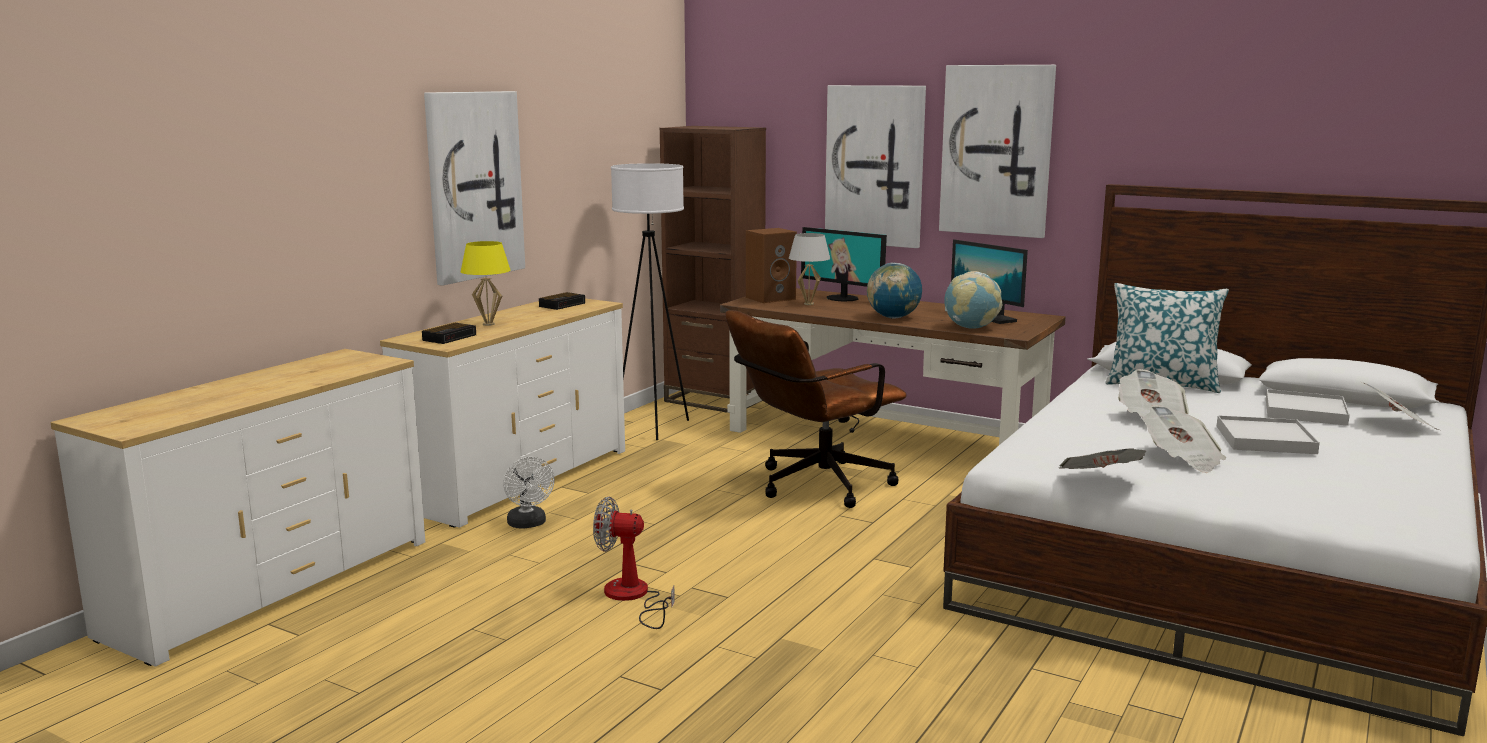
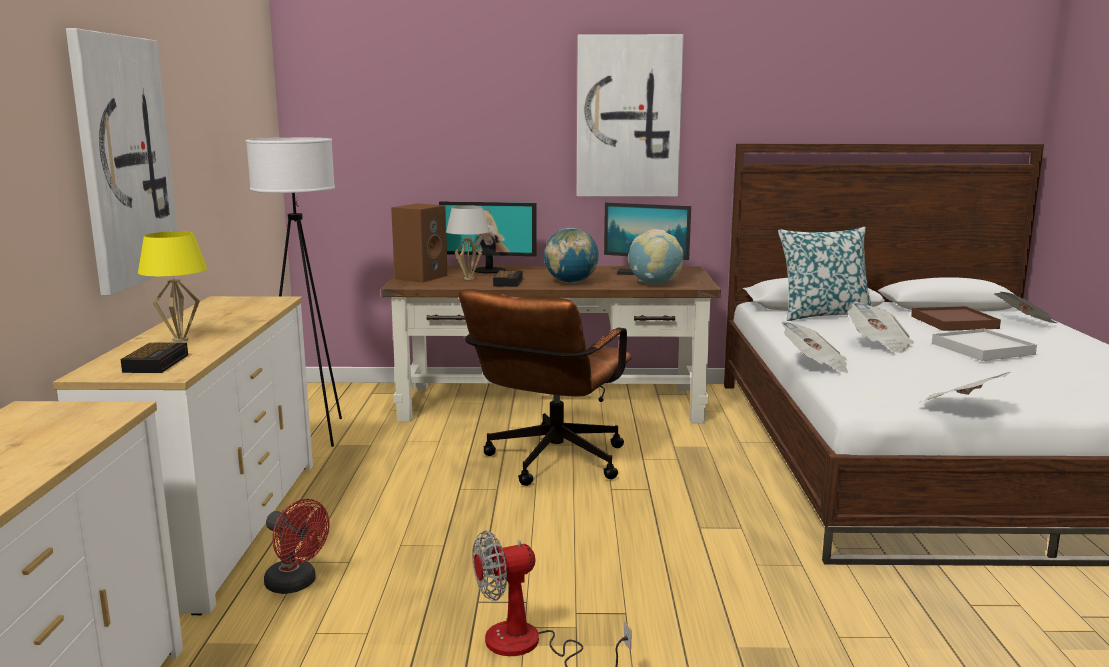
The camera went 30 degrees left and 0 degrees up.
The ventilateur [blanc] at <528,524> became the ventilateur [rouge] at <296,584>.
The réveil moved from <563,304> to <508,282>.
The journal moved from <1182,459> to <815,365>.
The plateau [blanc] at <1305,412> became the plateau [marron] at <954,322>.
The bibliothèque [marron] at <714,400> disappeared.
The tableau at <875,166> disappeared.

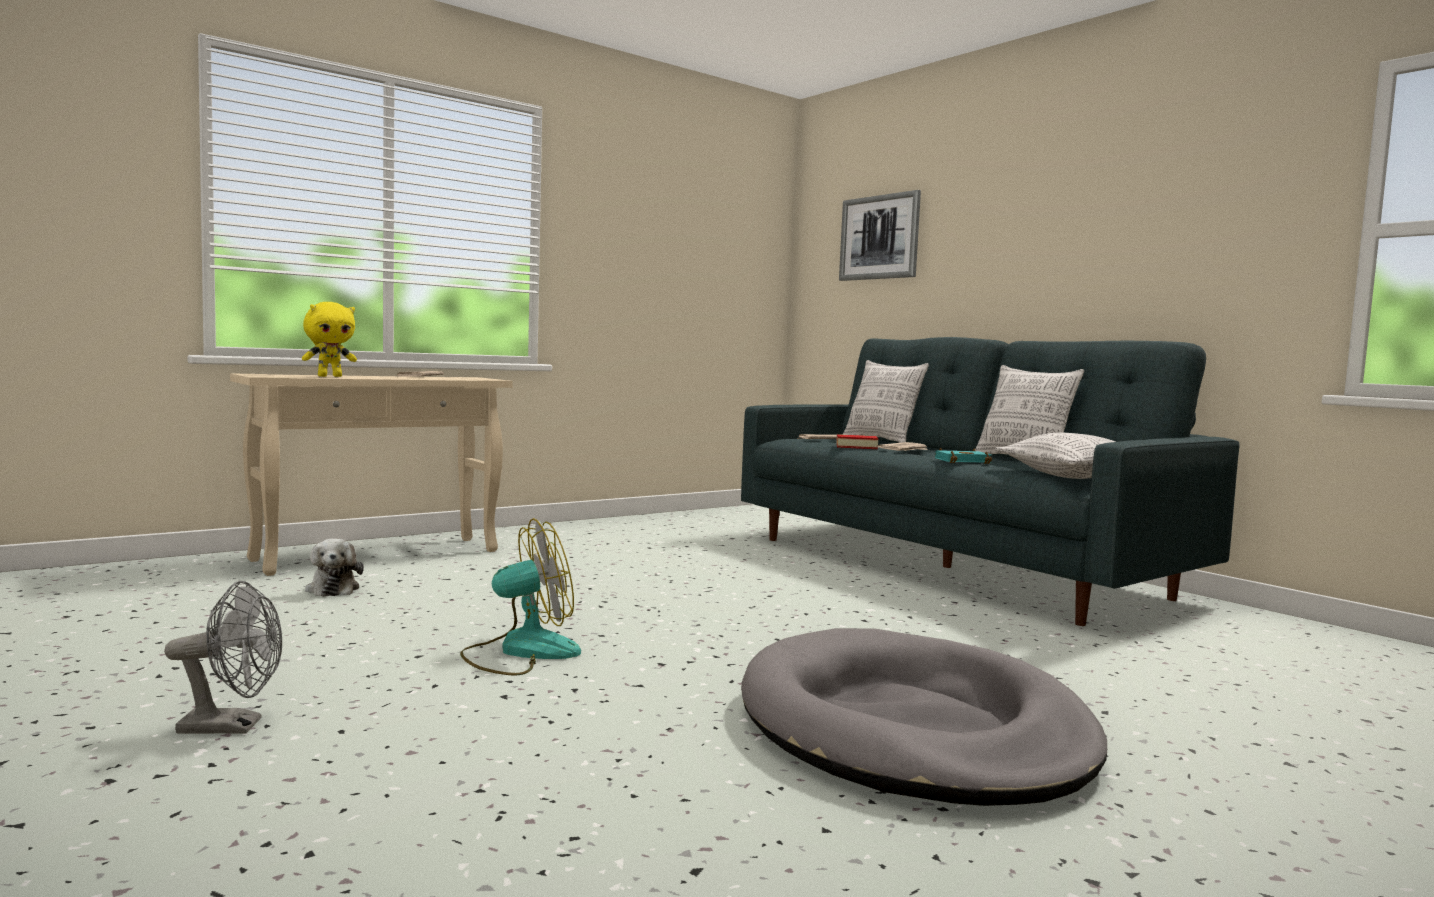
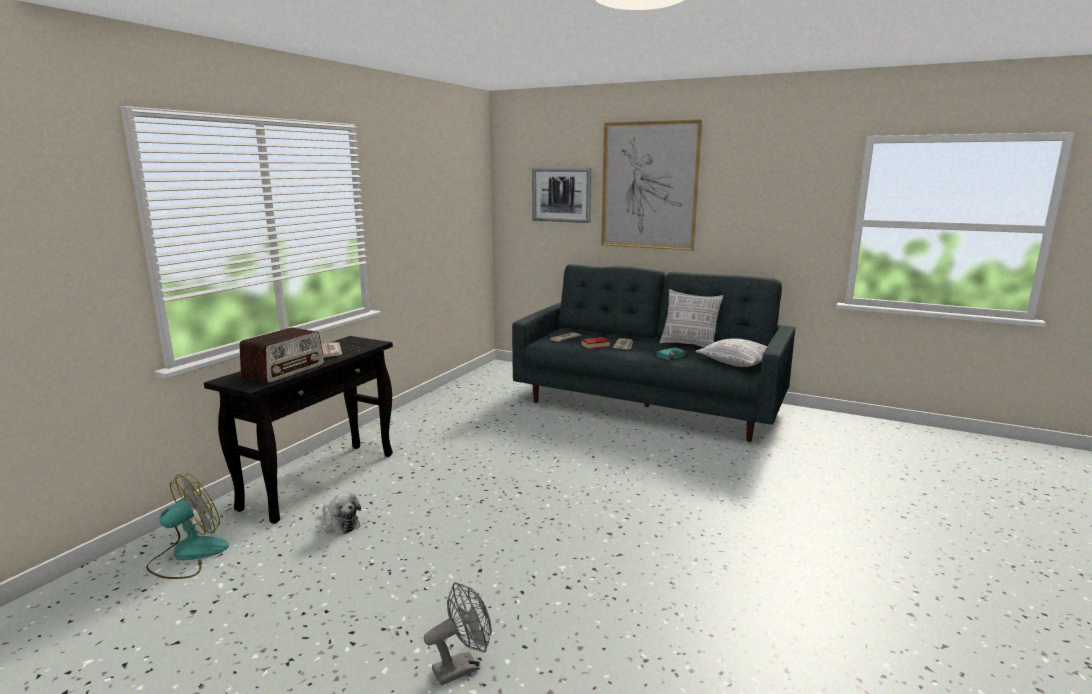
The camera went 25 degrees left and 10 degrees up.
The ventilateur moved from <520,652> to <188,555>.
The table console [beige] at <379,555> became the table console [noir] at <321,480>.
The peluche [jaune] at <330,376> was replaced by the radio at <284,371>.
The tableau at <649,186> appeared.
The panier pour chien [gris] at <912,728> disappeared.
The coussin at <881,441> disappeared.

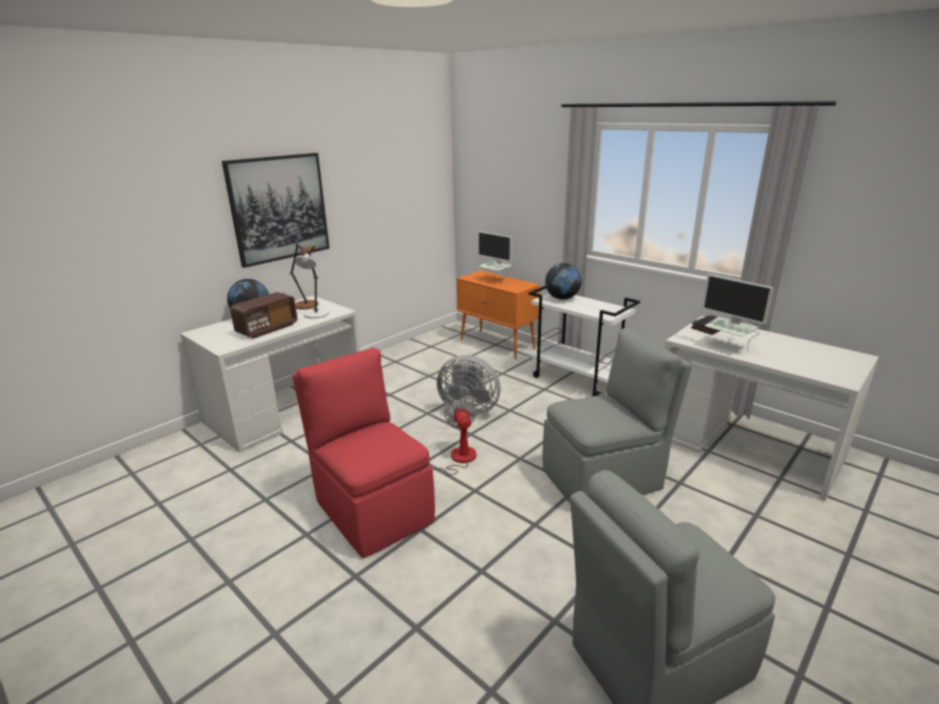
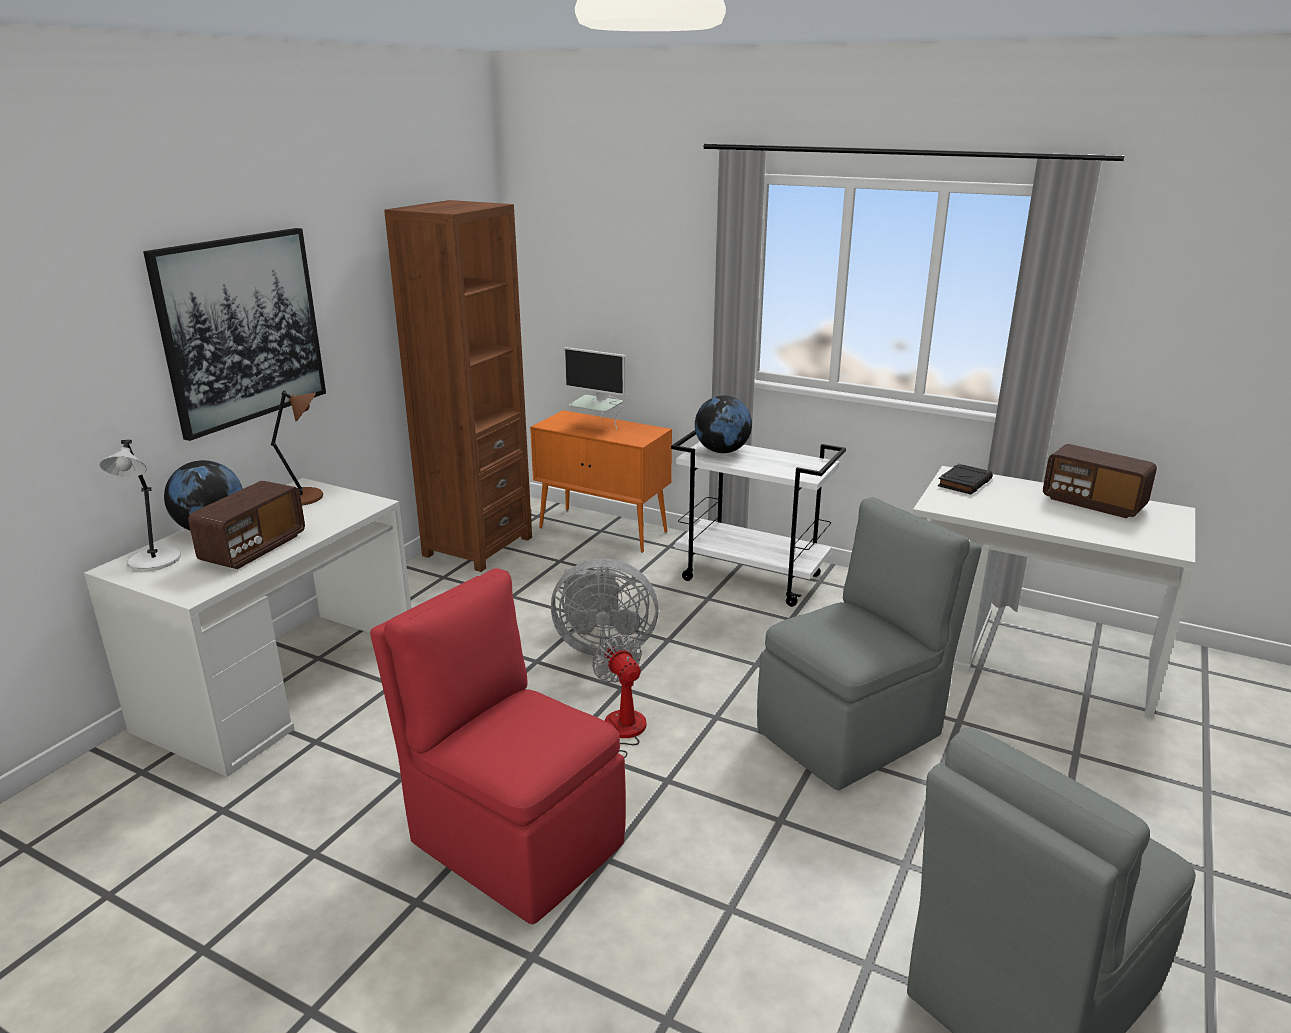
The camera went 15 degrees left and 0 degrees up.
The lampe de table [gris] moved from <316,314> to <154,561>.
The bibliothèque [marron] at <477,546> appeared.
The radio at <1093,503> appeared.
The écran d'ordinateur at <728,346> disappeared.

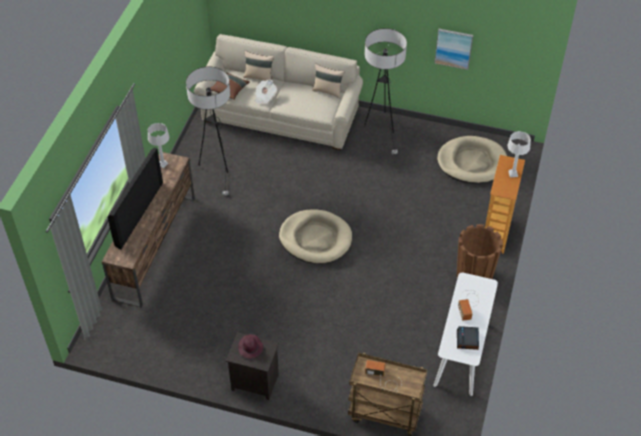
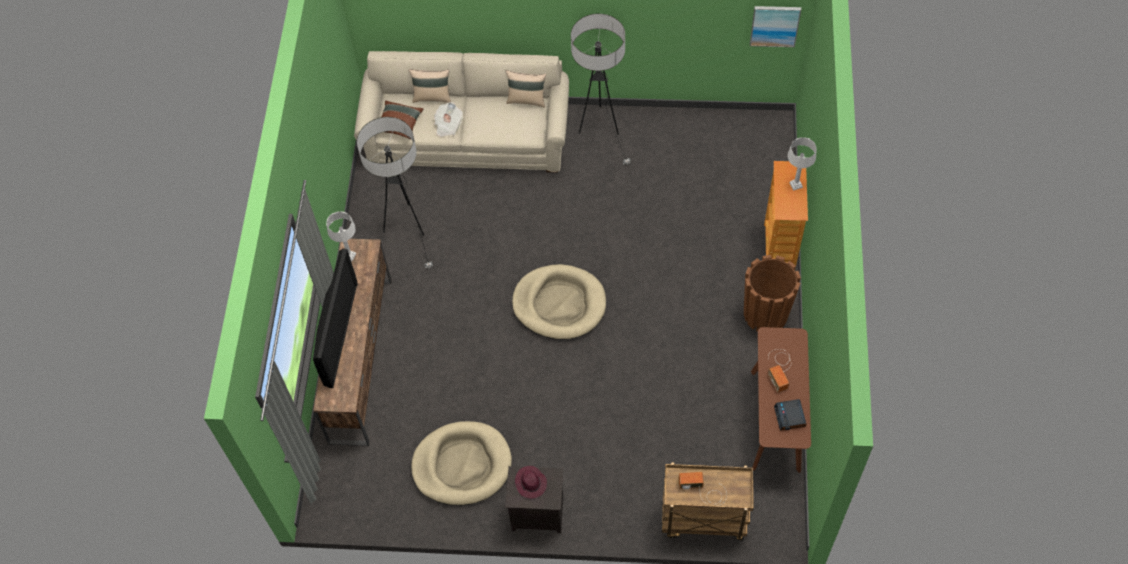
The camera went 10 degrees left and 10 degrees up.
The panier pour chien [beige] moved from <472,162> to <462,465>.
The tableau moved from <453,48> to <774,25>.
The table console [blanc] at <462,354> became the table console [marron] at <775,420>.

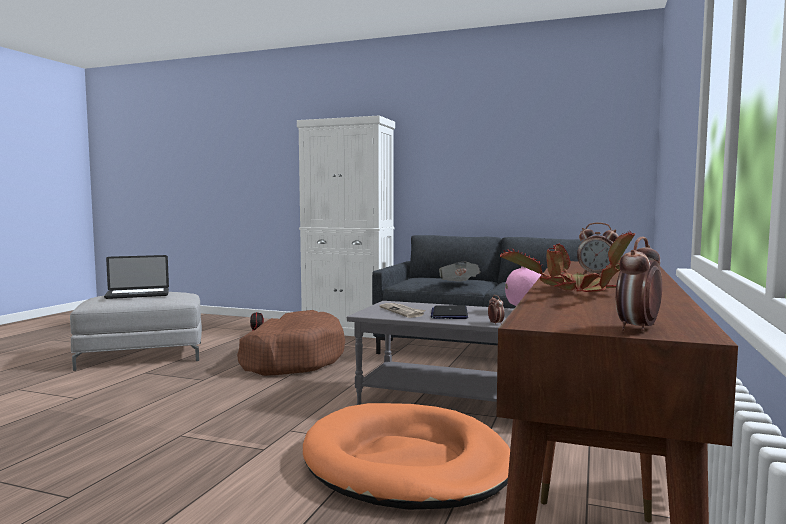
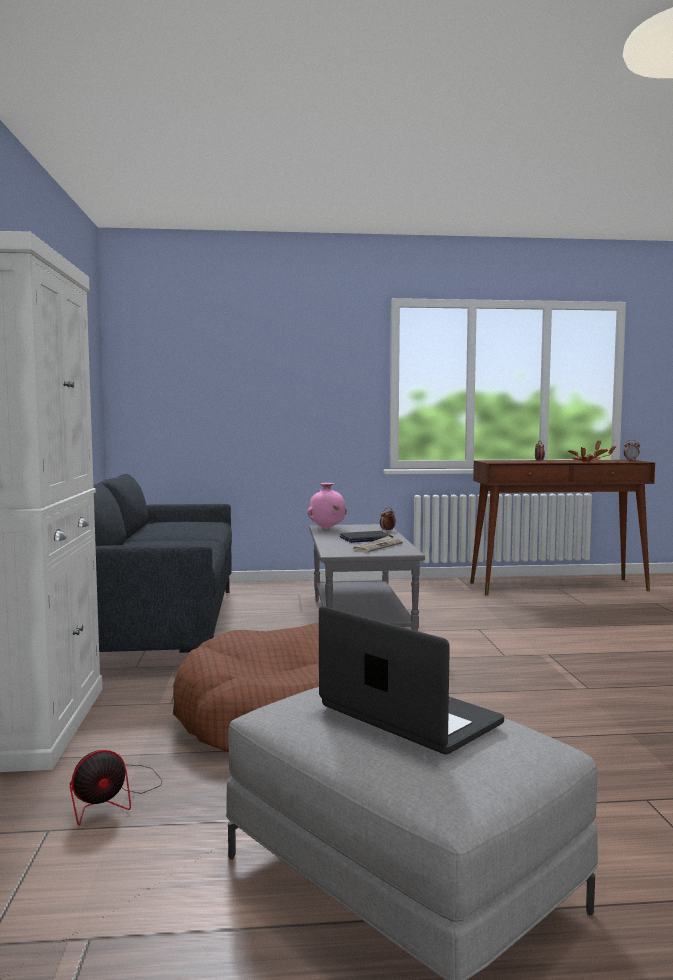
The camera went 115 degrees left and 0 degrees up.
The panier pour chien [orange] at <406,463> disappeared.
The journal at <459,284> disappeared.

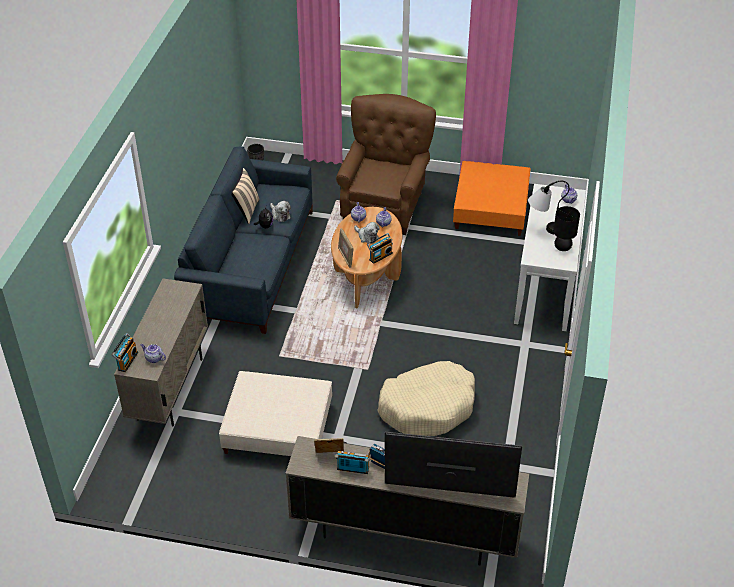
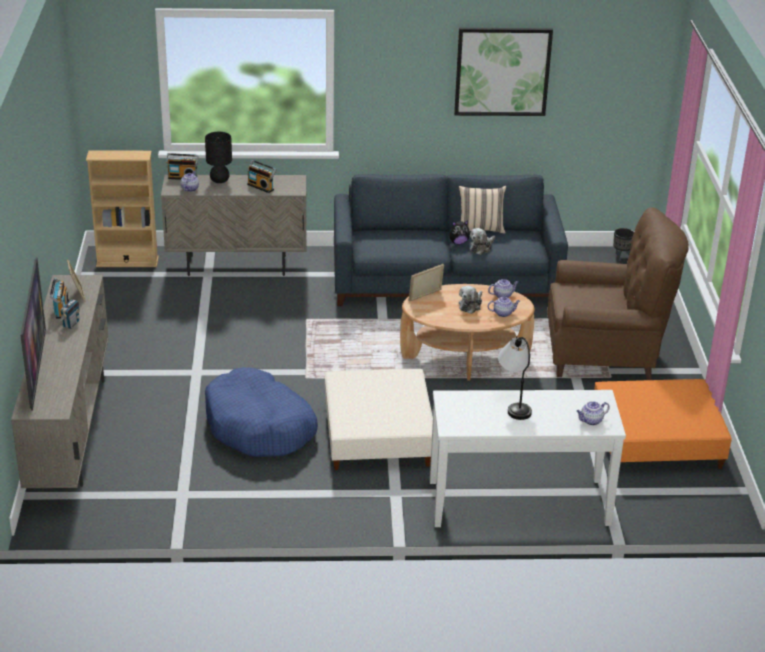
The camera went 75 degrees right and 10 degrees down.
The bibliothèque [beige] at <127,262> appeared.
The lampe de table [noir] moved from <562,247> to <220,180>.
The panier pour chien [beige] at <428,407> became the panier pour chien [bleu] at <259,427>.
The radio moved from <380,256> to <261,187>.
The pouf [beige] moved from <278,429> to <377,434>.
The tableau at <502,71> appeared.

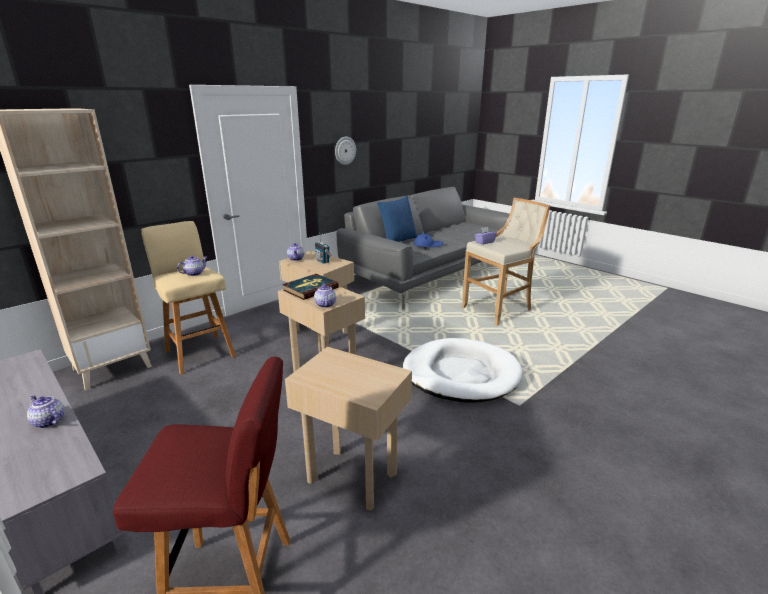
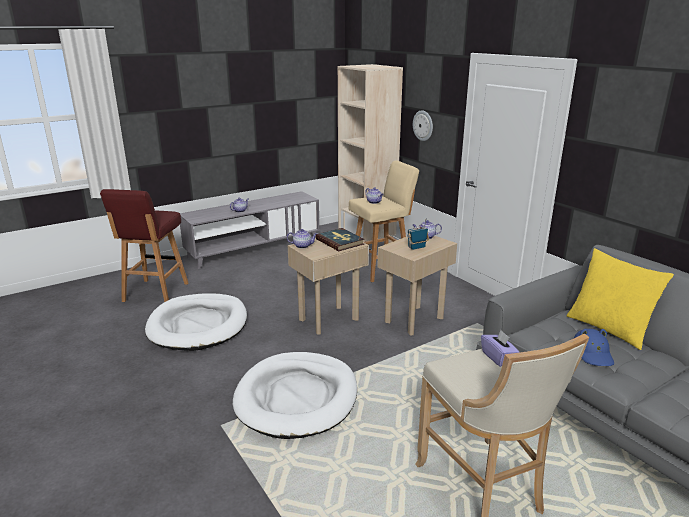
The camera went 100 degrees right and 0 degrees up.
The table d'appoint [beige] at <352,476> was replaced by the panier pour chien [blanc] at <198,325>.
The horloge murale moved from <345,150> to <423,125>.
The coussin [bleu] at <397,240> became the coussin [jaune] at <609,328>.

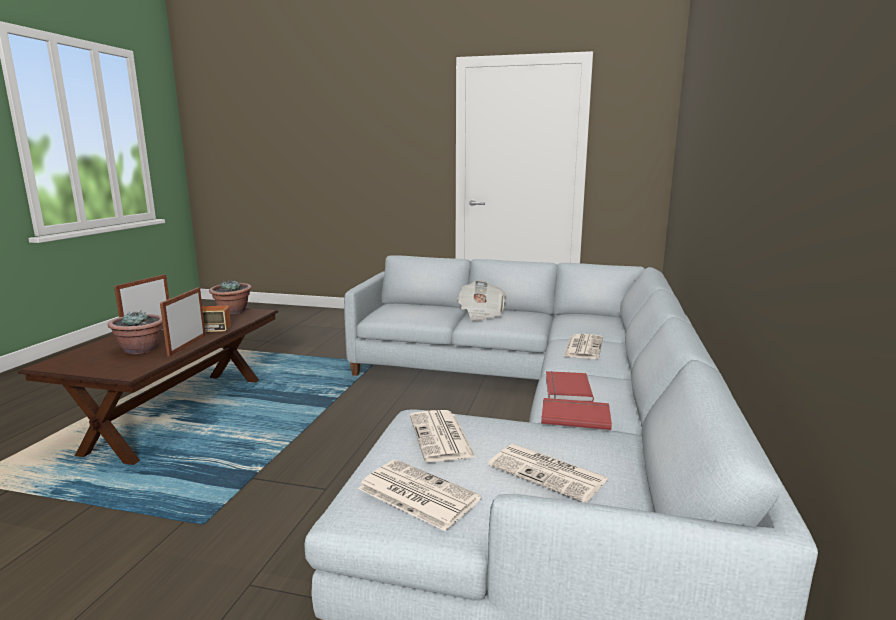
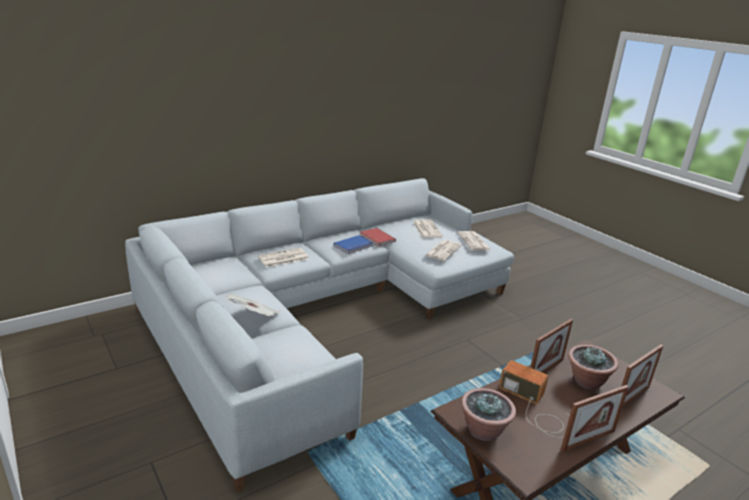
The camera went 140 degrees left and 10 degrees up.
The livre [rouge] at <566,389> became the livre [bleu] at <354,246>.
The cadre photo at <632,398> appeared.

